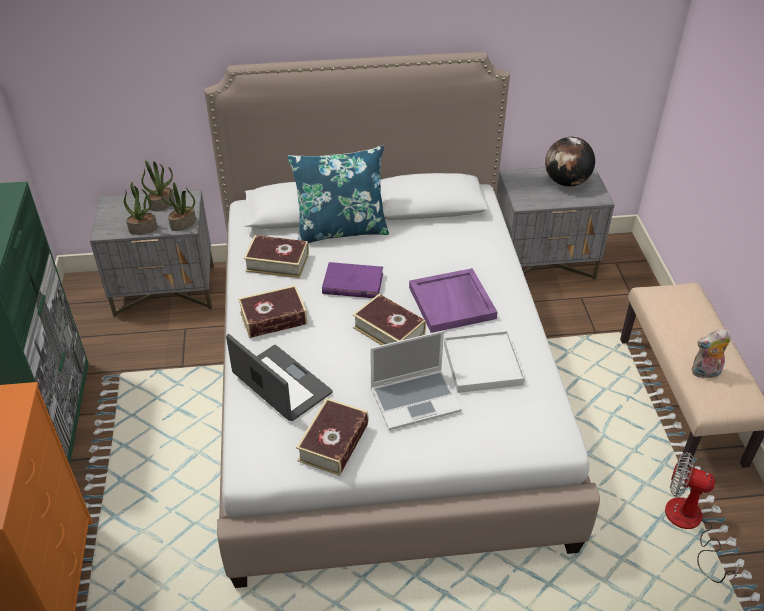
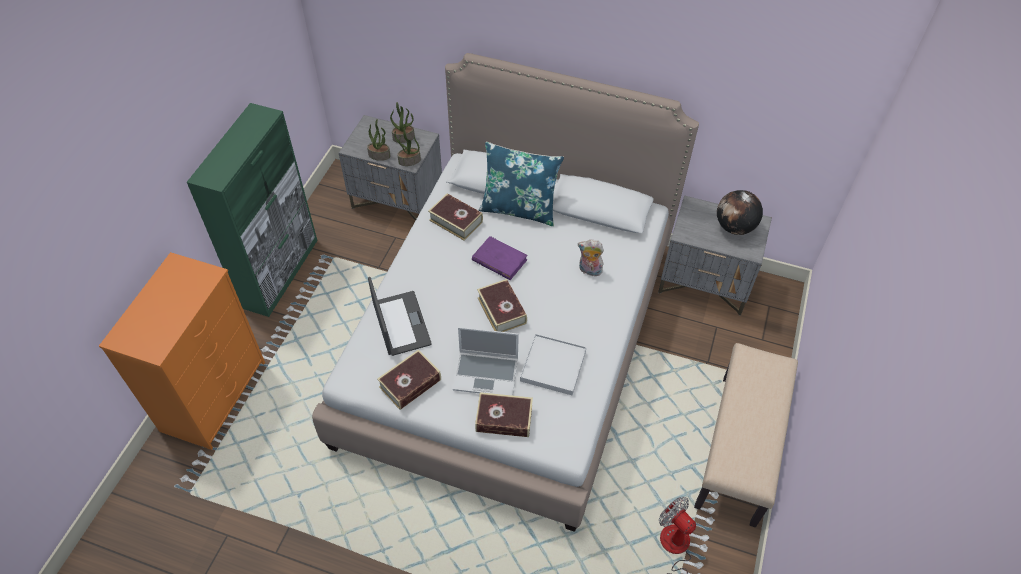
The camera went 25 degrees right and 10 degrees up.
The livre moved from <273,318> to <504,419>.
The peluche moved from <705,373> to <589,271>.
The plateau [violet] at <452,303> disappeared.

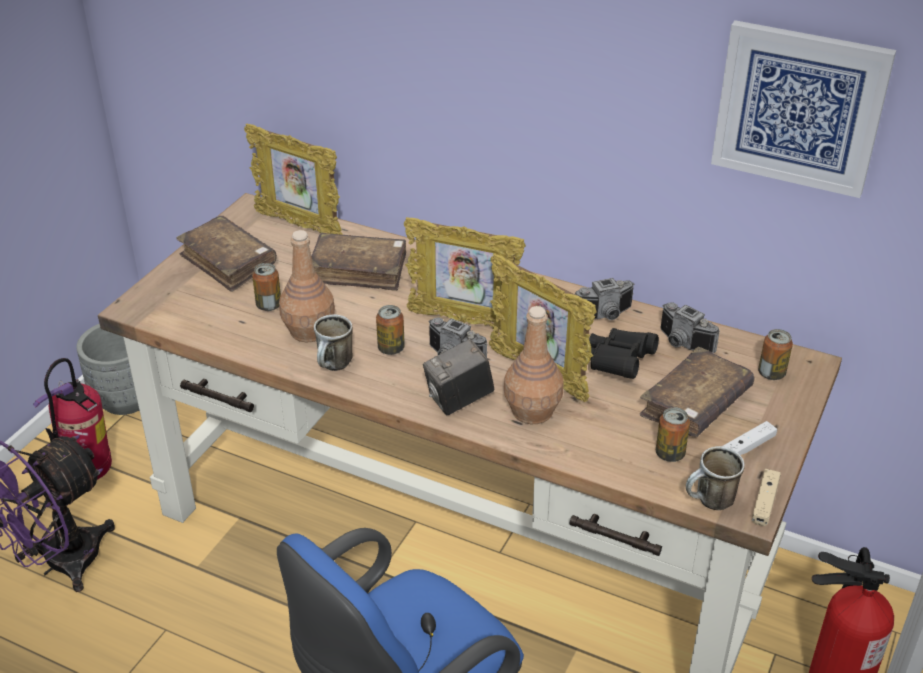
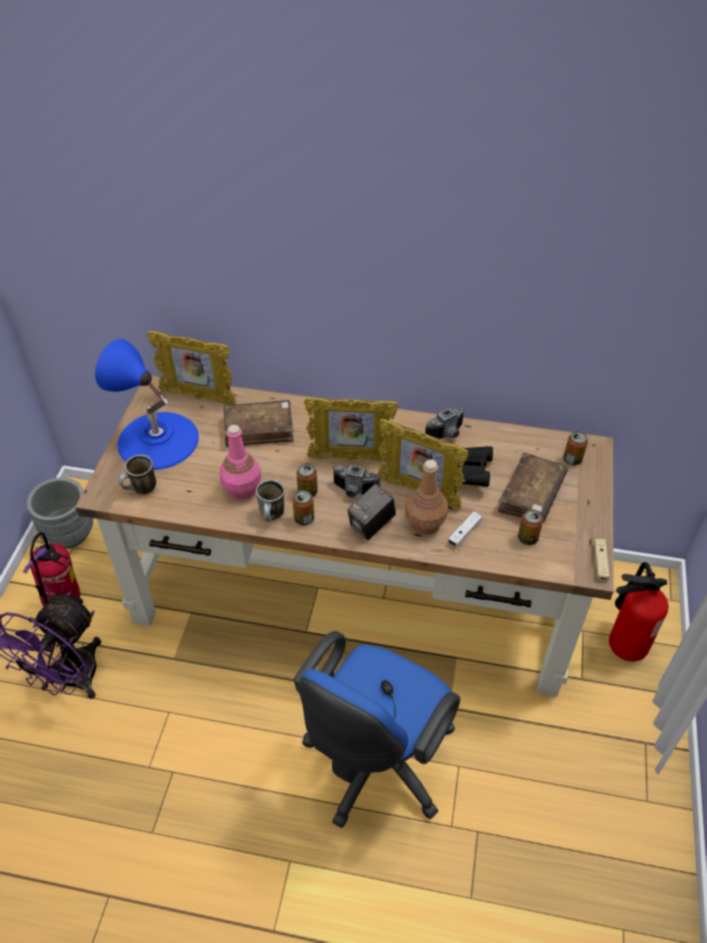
The camera went 15 degrees left and 10 degrees up.
The livre [marron] at <228,262> was replaced by the lampe de table [bleu] at <157,440>.
The mug moved from <710,503> to <141,490>.
The bouteille [marron] at <308,331> became the bouteille [rose] at <242,489>.
The boîte métallique moved from <269,305> to <304,519>.
The manette [blanc] moved from <747,447> to <464,533>.
The appareil photo at <682,344> disappeared.
The tableau at <799,107> disappeared.

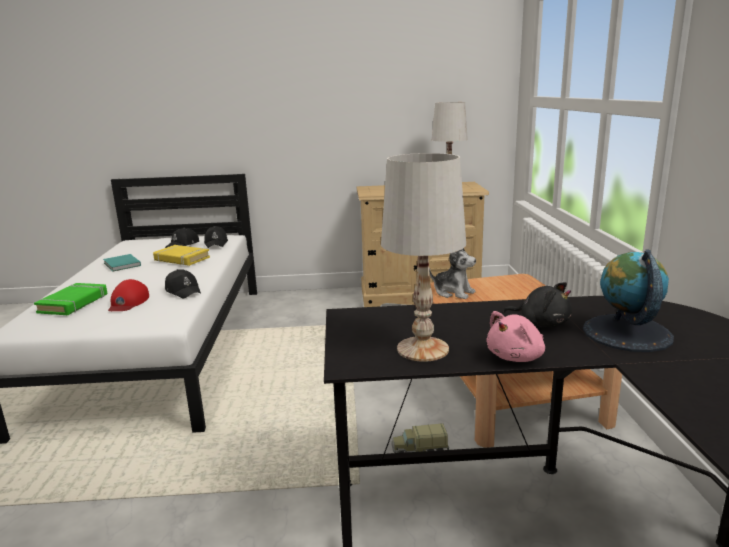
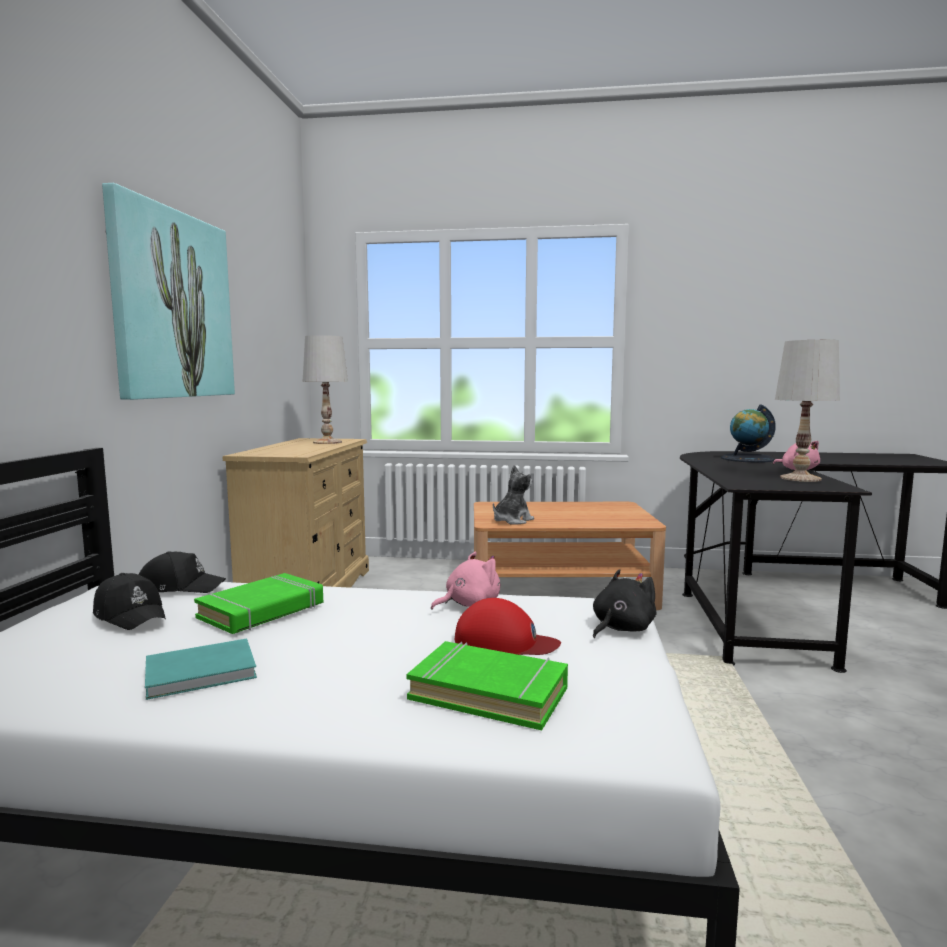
The camera went 80 degrees left and 10 degrees down.
The tableau at <172,305> appeared.
The livre [jaune] at <181,259> became the livre [vert] at <262,611>.
The casquette [noir] at <183,291> was replaced by the peluche [rose] at <469,604>.
The peluche [noir] moved from <541,323> to <621,628>.
The camion jouet at <419,449> disappeared.

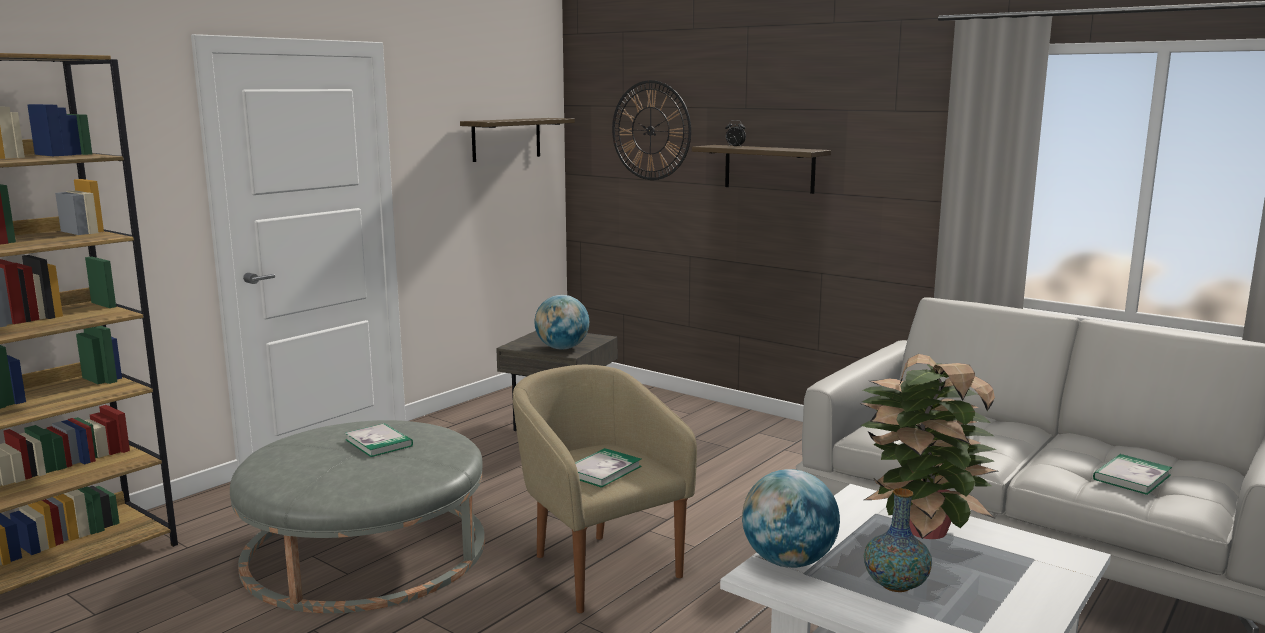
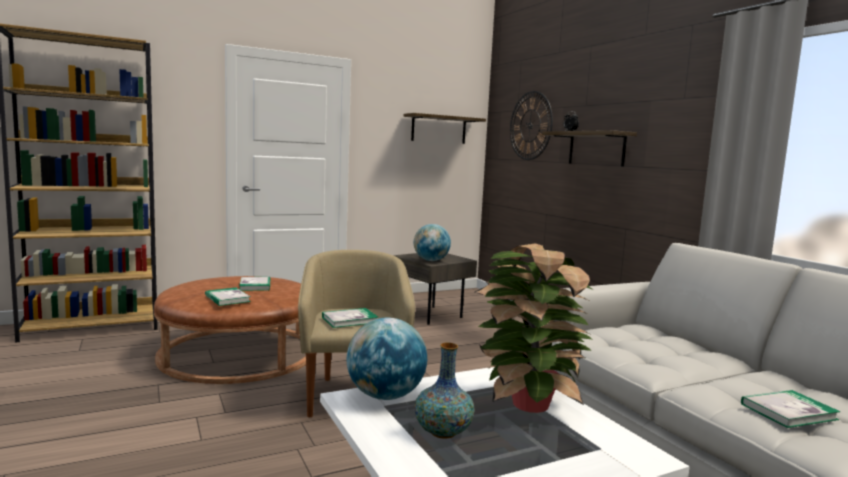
The camera went 25 degrees right and 5 degrees down.
The pouf [gris] at <365,549> became the pouf [marron] at <238,353>.
The livre at <227,299> appeared.

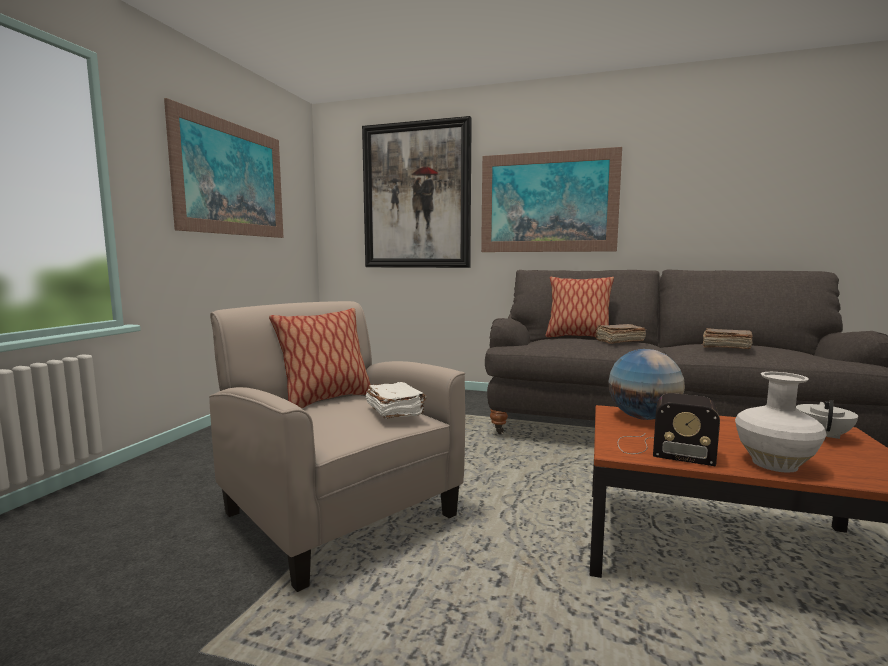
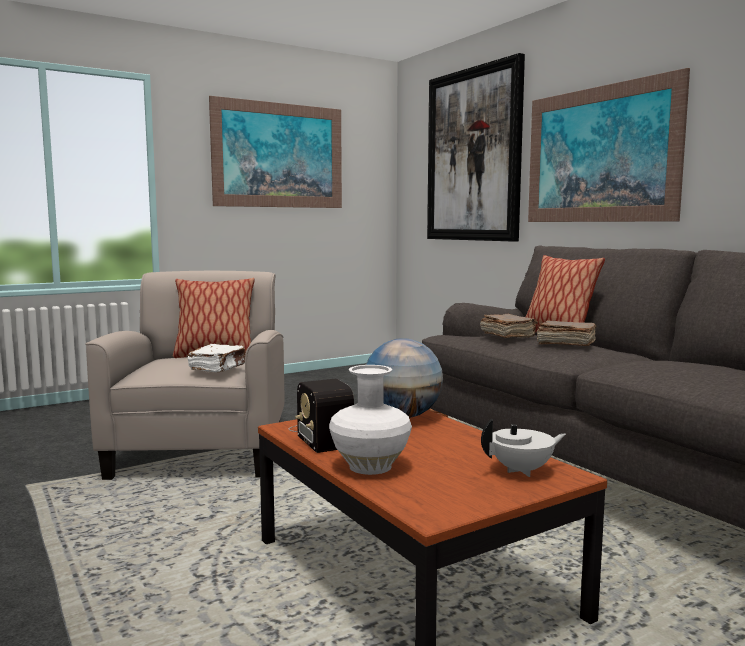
The camera went 40 degrees right and 0 degrees up.
The livre [marron] moved from <725,347> to <507,336>.

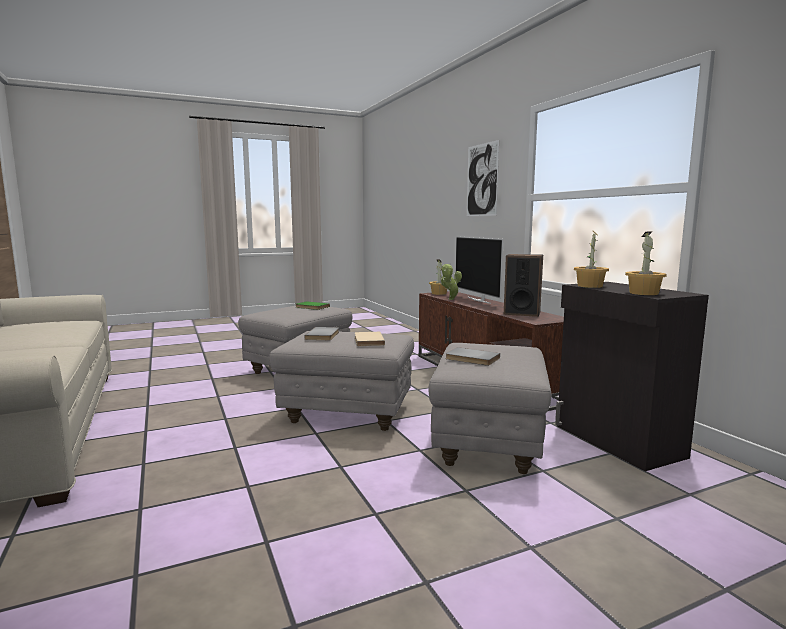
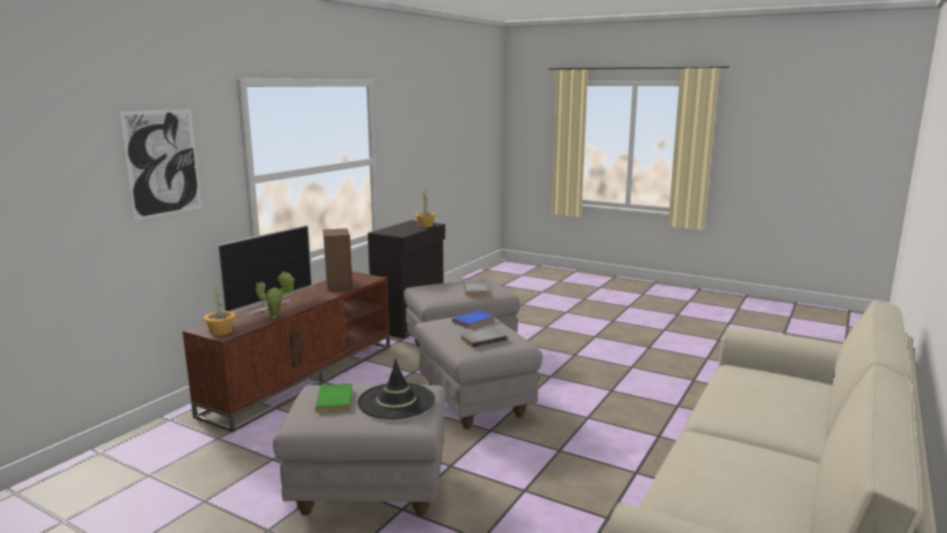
The camera went 125 degrees left and 5 degrees up.
The chapeau [noir] at <396,401> appeared.
The livre [beige] at <367,341> became the livre [bleu] at <475,321>.
The plante en pot at <589,286> disappeared.

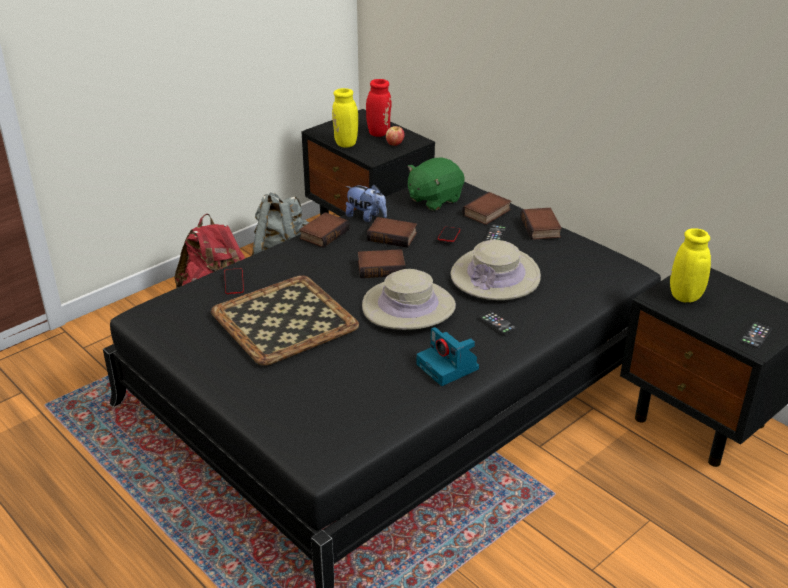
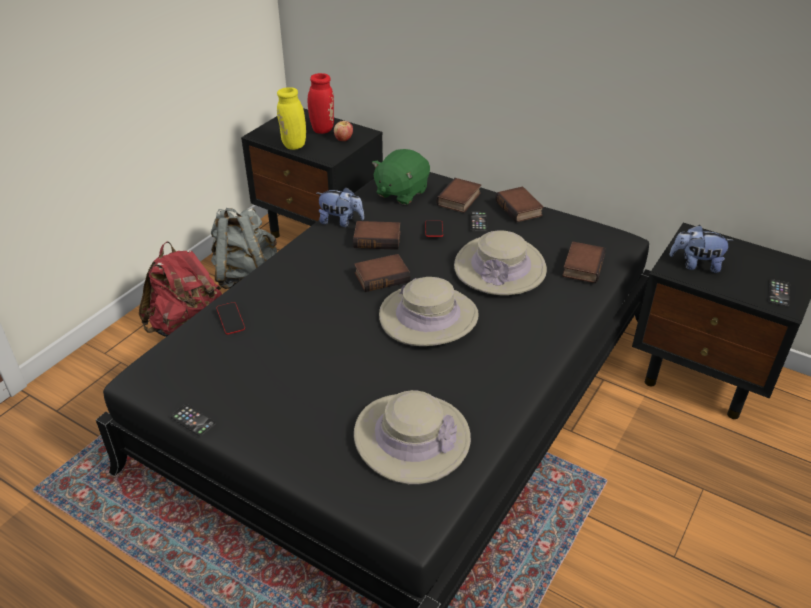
The camera went 15 degrees left and 5 degrees up.
The téléphone moved from <497,322> to <193,420>.
The chapeau [beige] at <411,438> appeared.
The livre moved from <323,233> to <581,266>.
The vase [jaune] at <684,298> was replaced by the peluche at <696,265>.
The plateau at <286,320> disappeared.
The appareil photo at <448,367> disappeared.

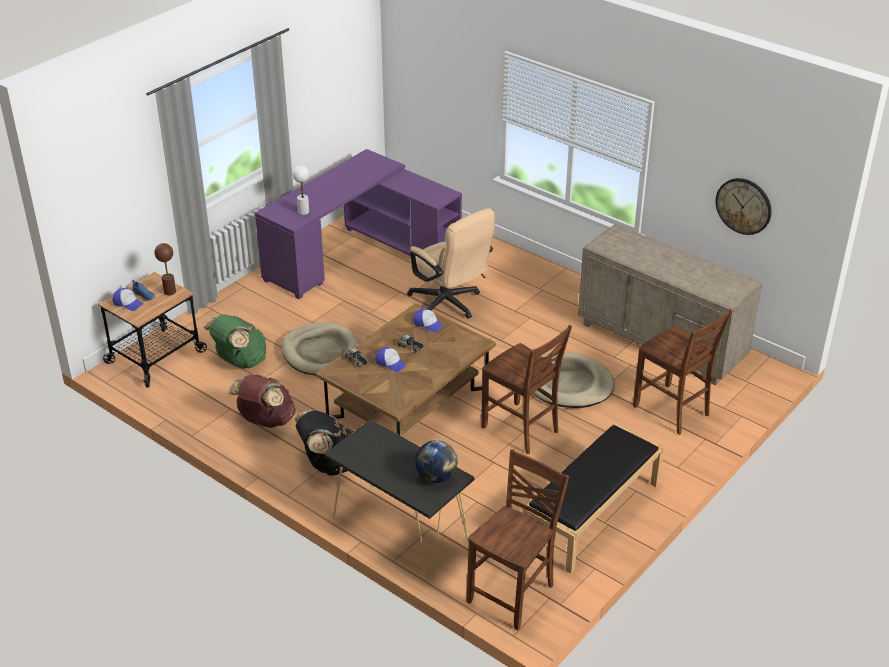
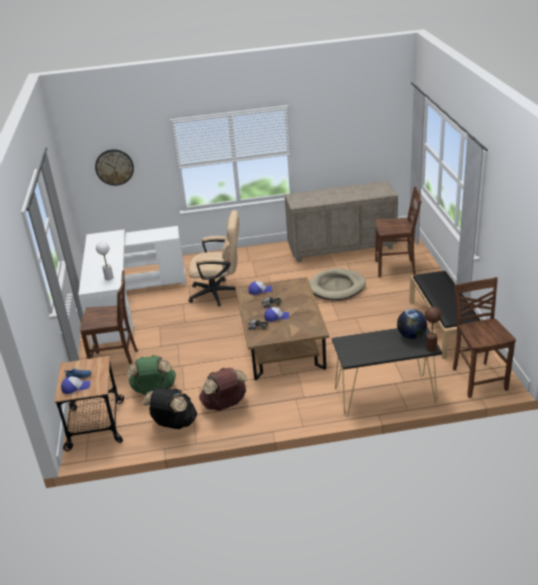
The camera went 45 degrees left and 5 degrees down.
The bureau [violet] at <359,254> became the bureau [blanc] at <127,302>.
The chaise [marron] moved from <521,430> to <116,362>.
The horloge murale moved from <743,206> to <114,167>.
The sac à dos [noir] moved from <328,464> to <173,424>.
The lampe de table [marron] moved from <170,292> to <431,348>.
The panier pour chien [beige] at <321,352> disappeared.

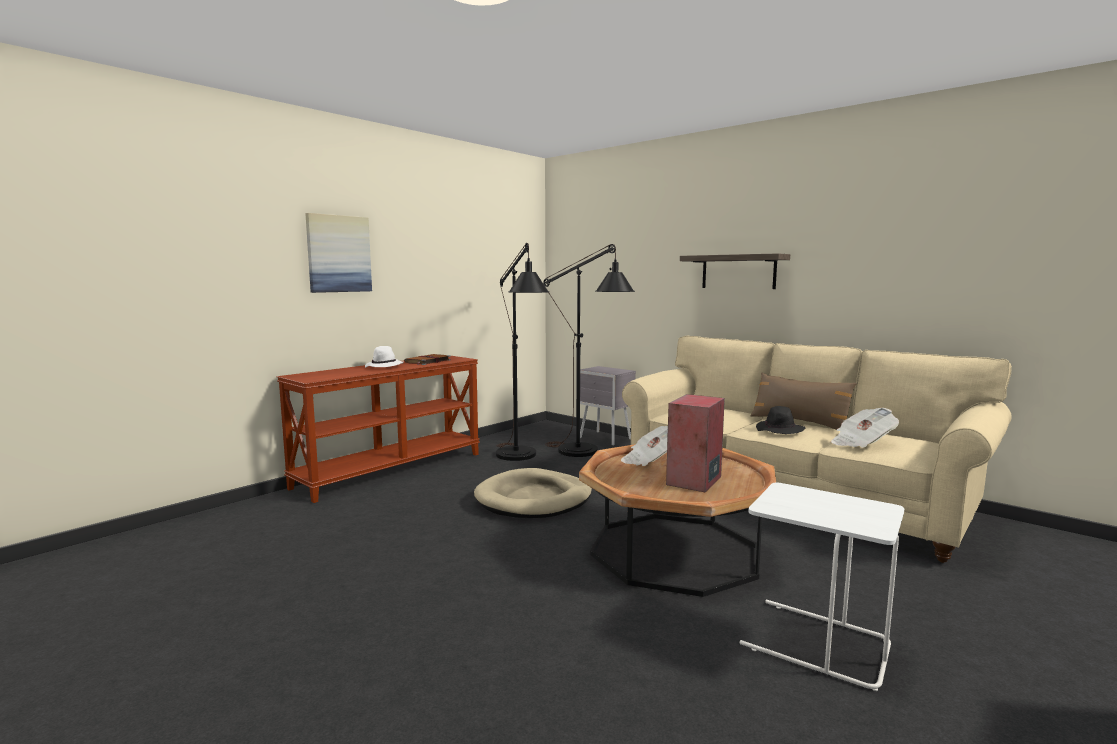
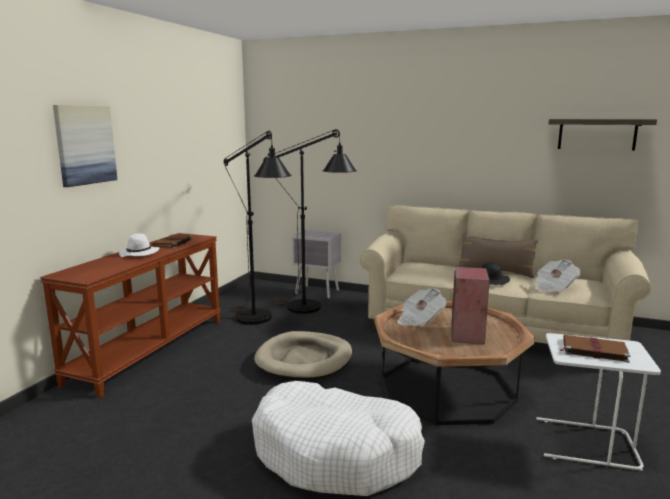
The camera went 20 degrees left and 5 degrees up.
The panier pour chien [blanc] at <336,453> appeared.
The étagère moved from <738,272> to <597,134>.
The livre [marron] at <593,350> appeared.

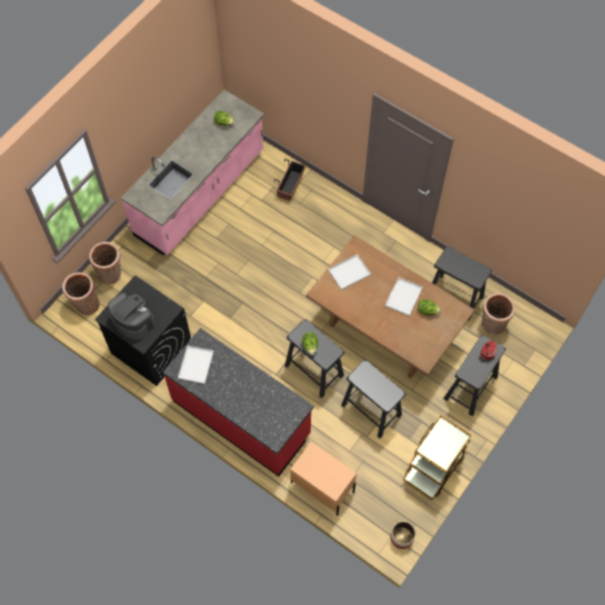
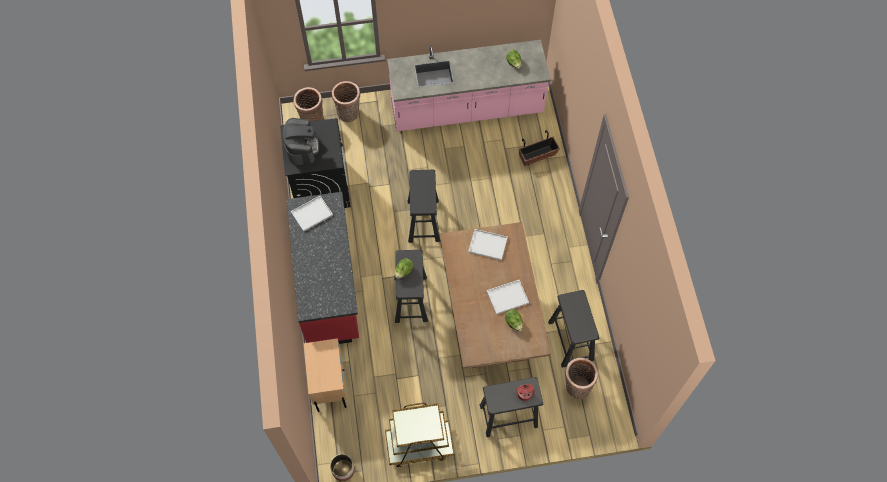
The camera went 45 degrees right and 0 degrees up.
The tabouret [noir] moved from <371,410> to <423,220>.

